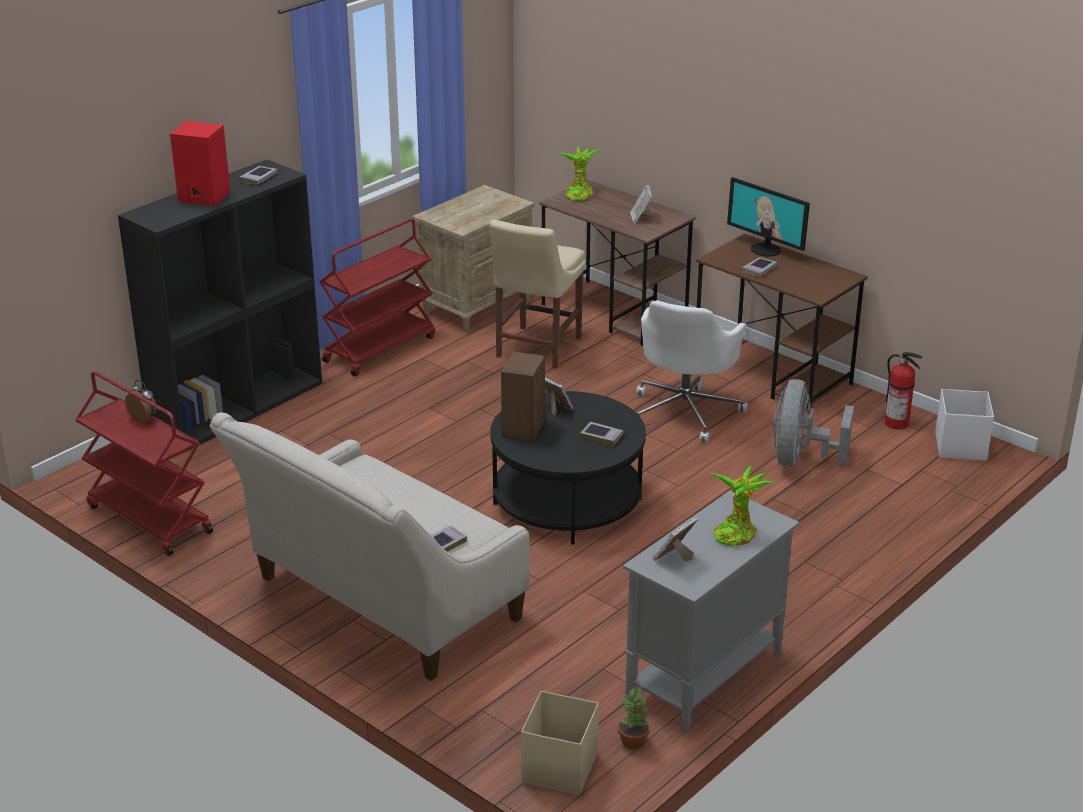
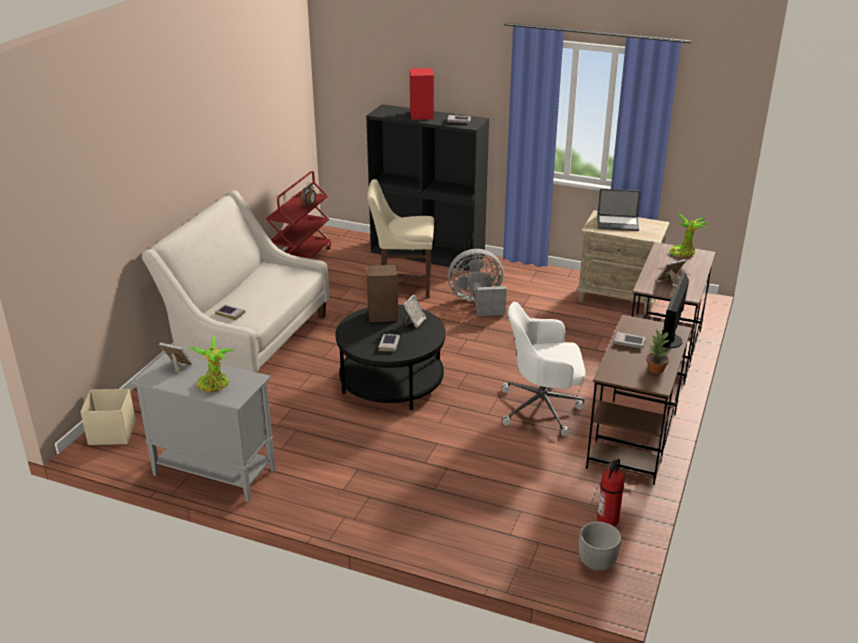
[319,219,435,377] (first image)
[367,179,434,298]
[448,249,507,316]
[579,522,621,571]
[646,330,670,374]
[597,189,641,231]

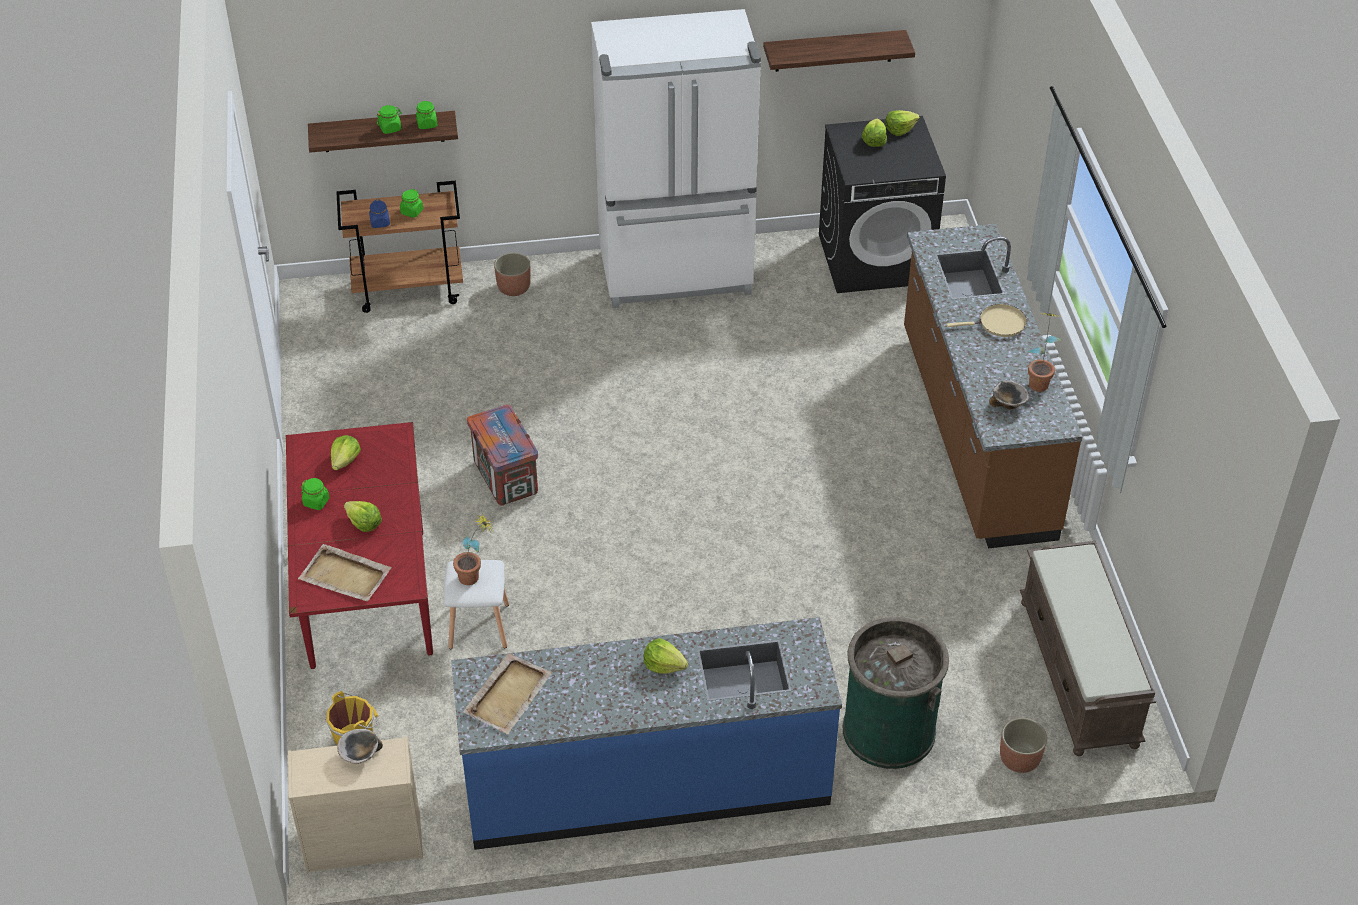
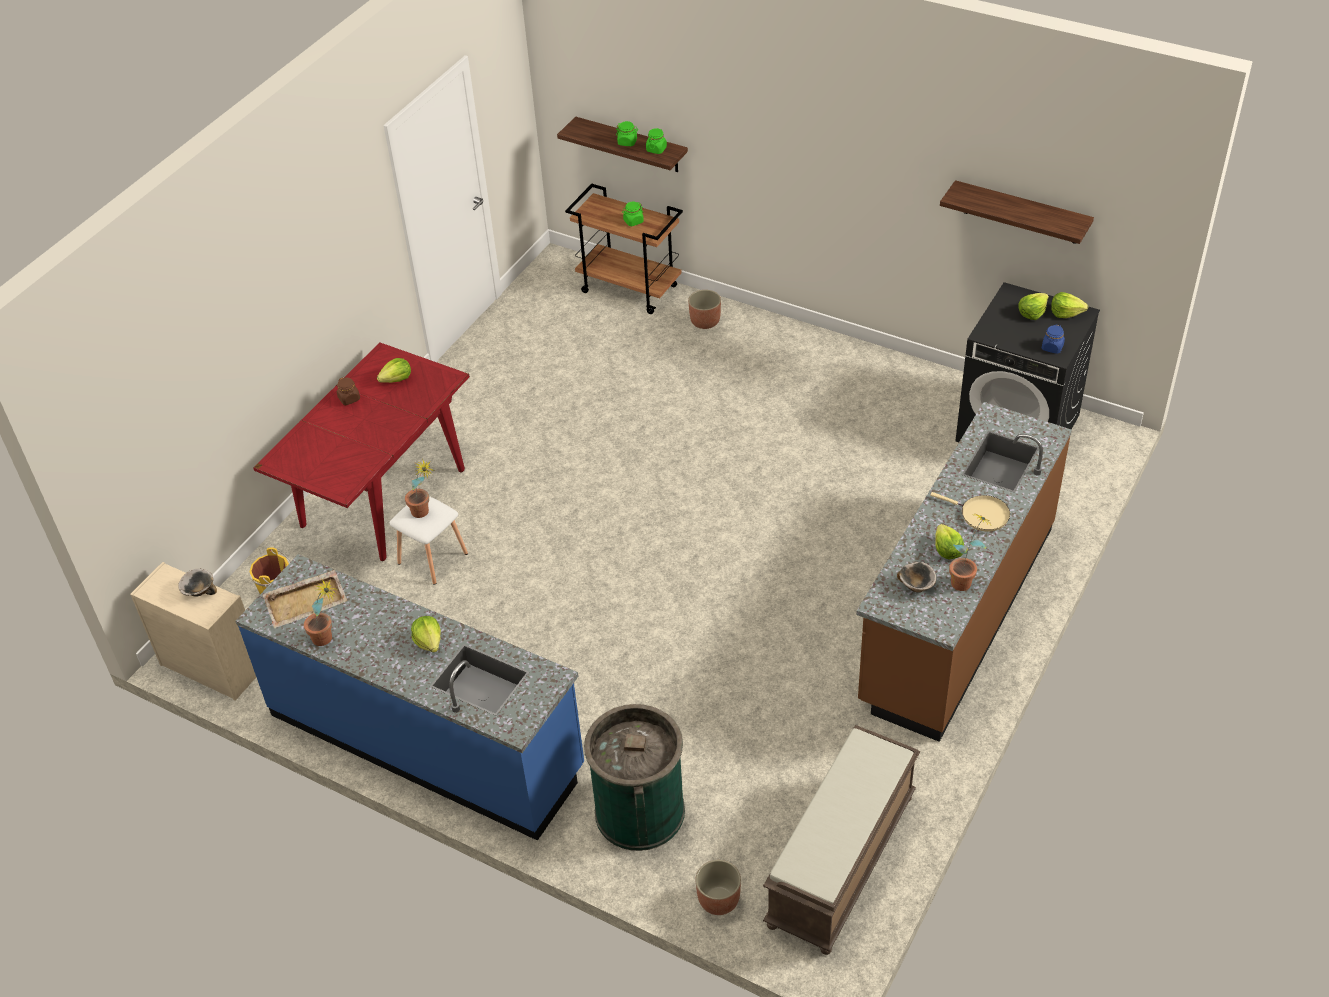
[591,9,761,308] (first image)
[1042,324,1065,354]
[467,404,538,506] (first image)
[337,377,360,405]
[935,524,964,559]
[298,544,392,602] (first image)
[304,578,338,646]

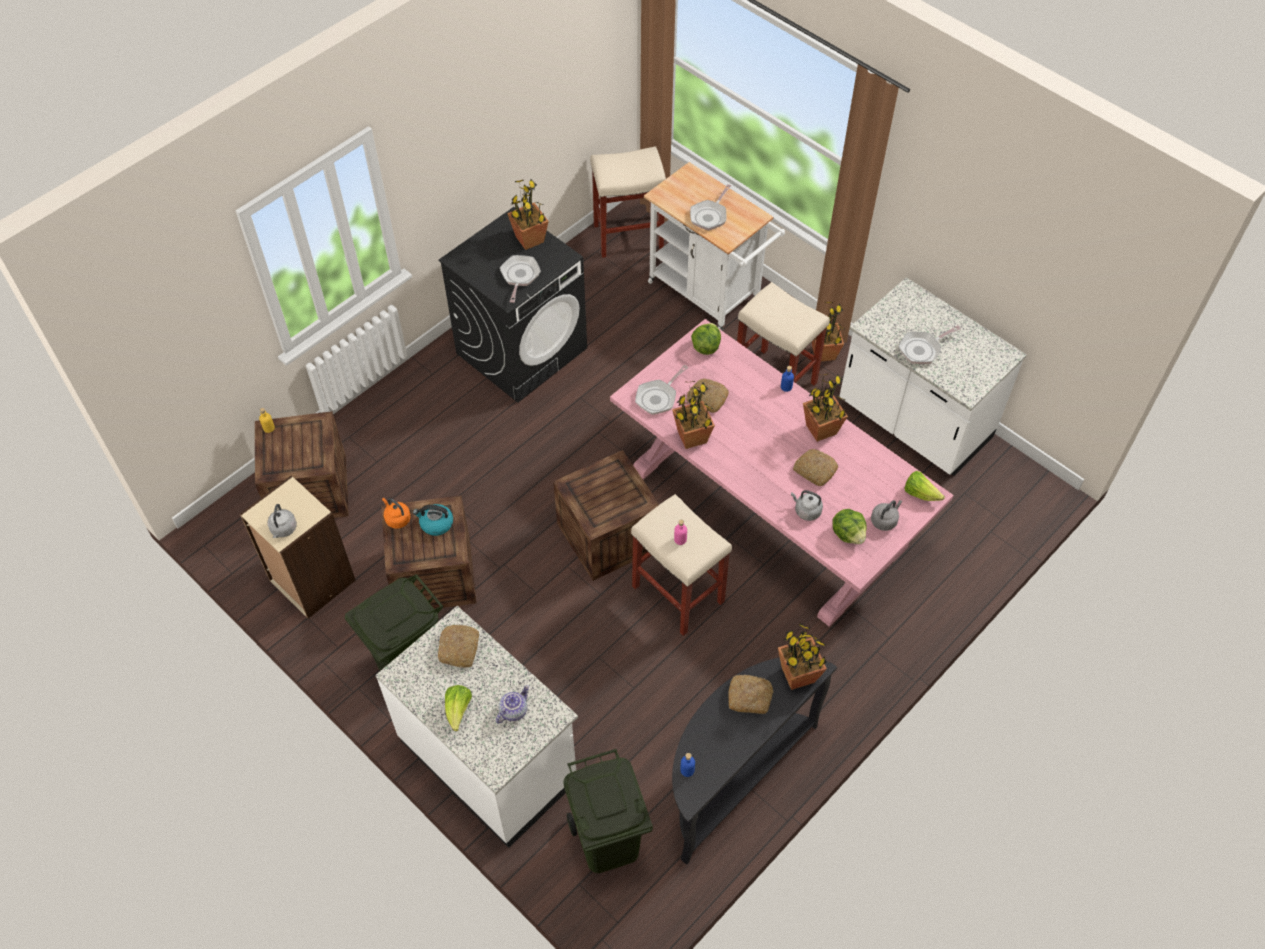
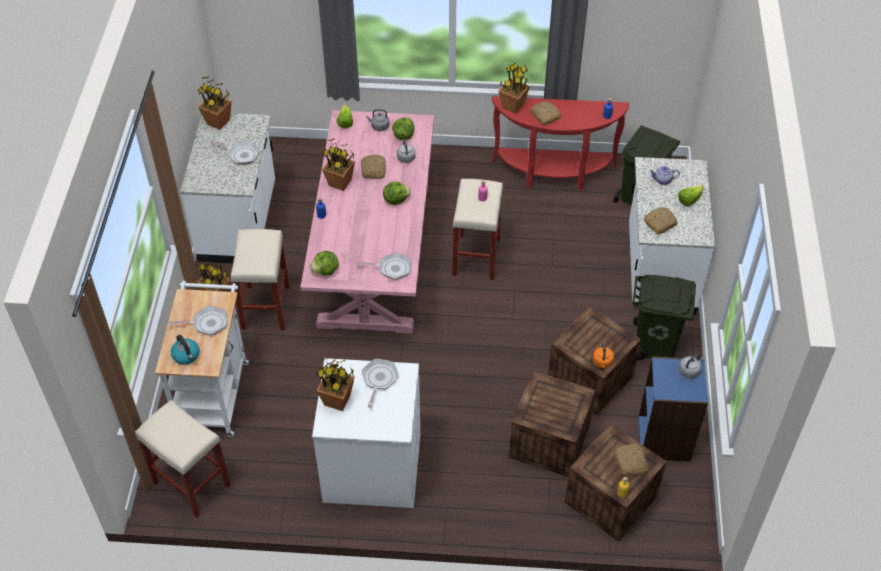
[312,358,420,508]
[362,359,399,408]
[615,444,648,475]
[198,76,232,130]
[509,371,596,477]
[639,356,708,462]
[171,335,200,365]
[492,96,629,190]
[383,181,411,205]

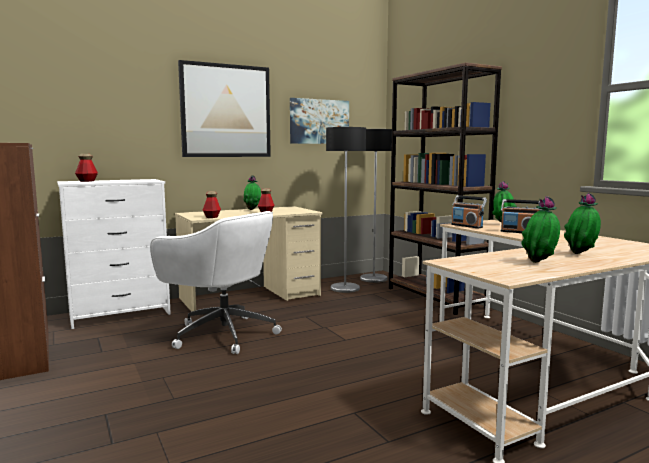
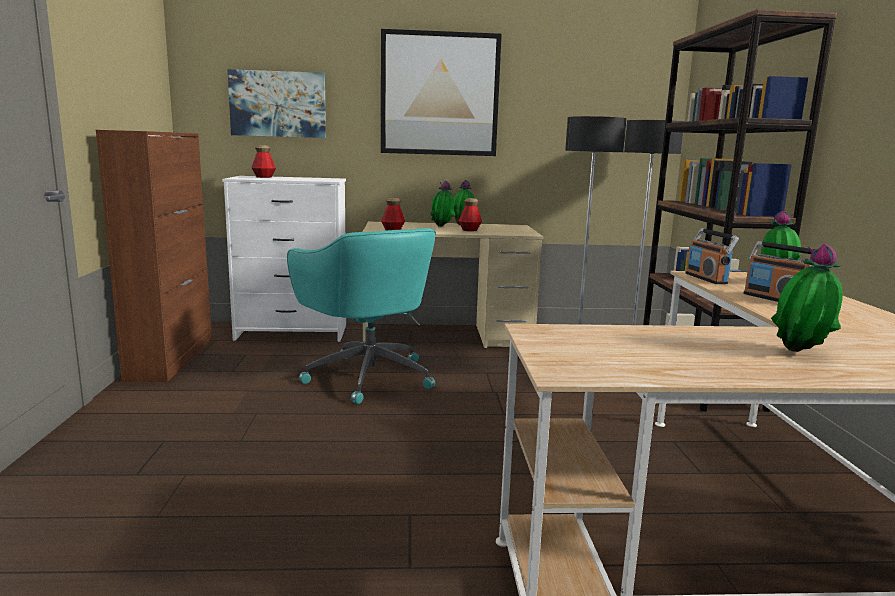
[227,69,326,138]
[430,180,455,227]
[287,228,436,404]

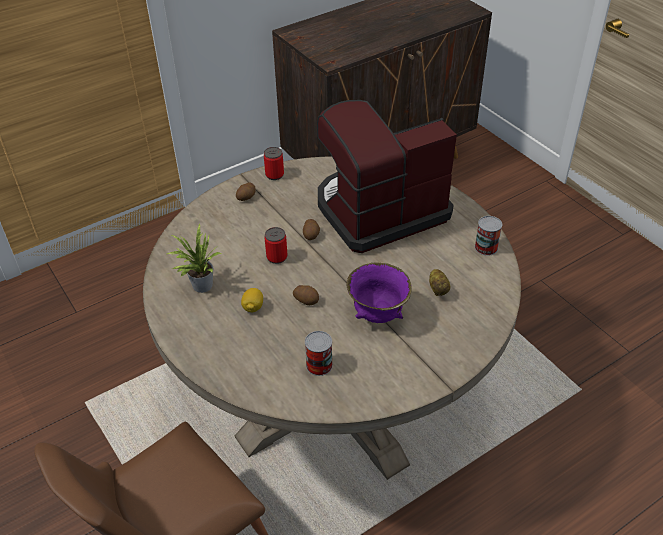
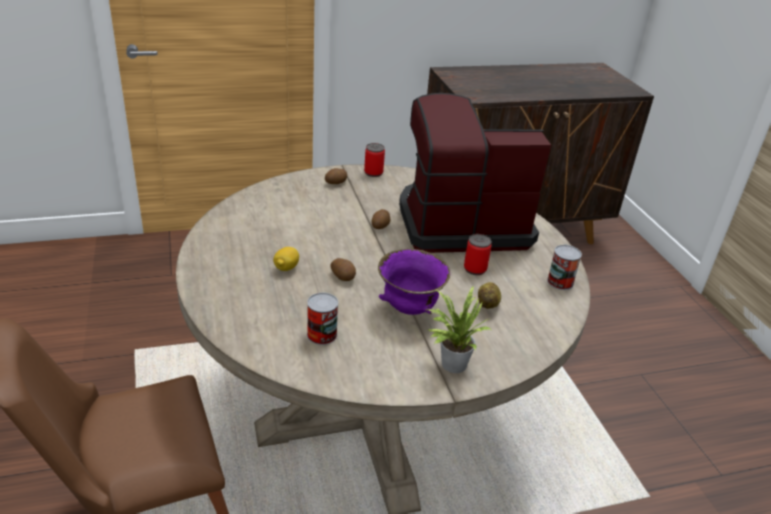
[426,285,491,373]
[464,234,492,275]

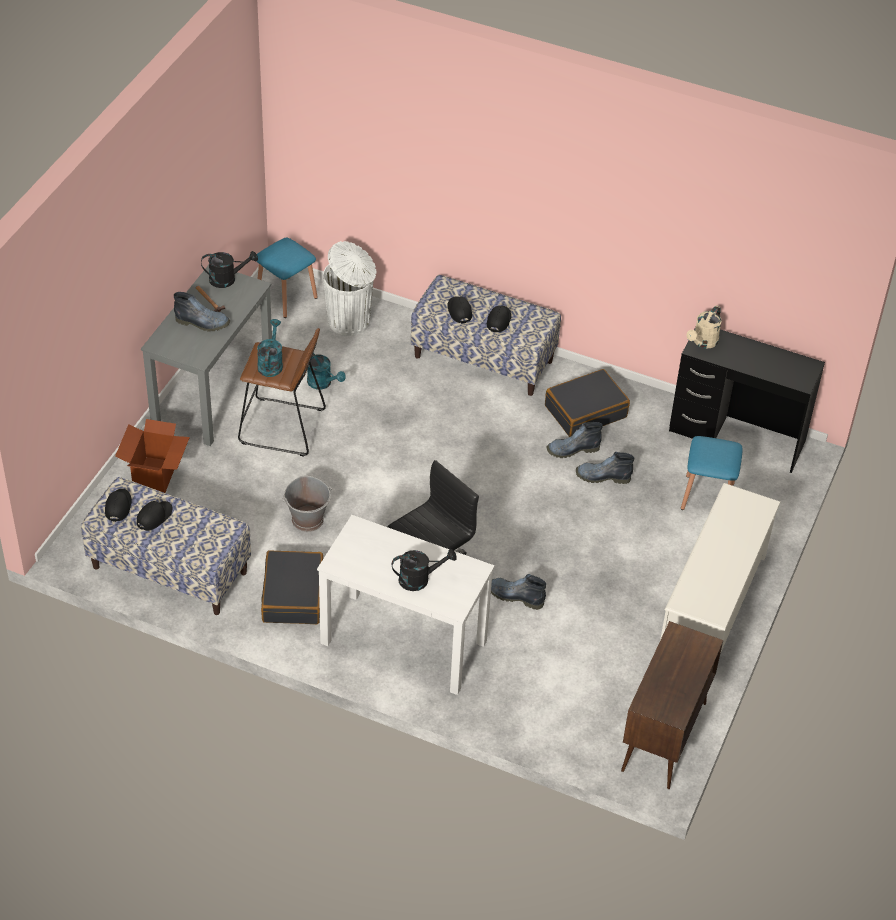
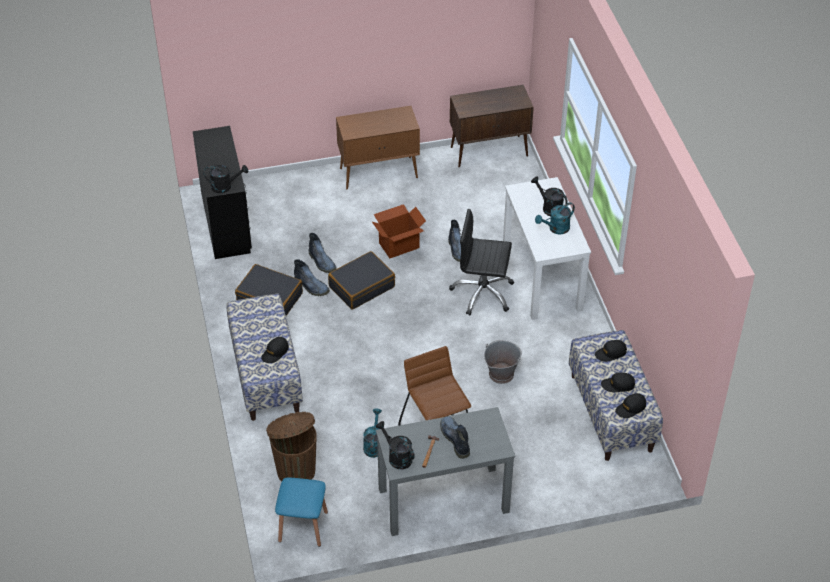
[266,412,317,482]
[595,340,627,362]
[204,165,248,193]
[535,203,575,235]
[372,204,426,258]
[681,436,743,510] (first image)
[336,106,420,189]
[328,251,395,309]

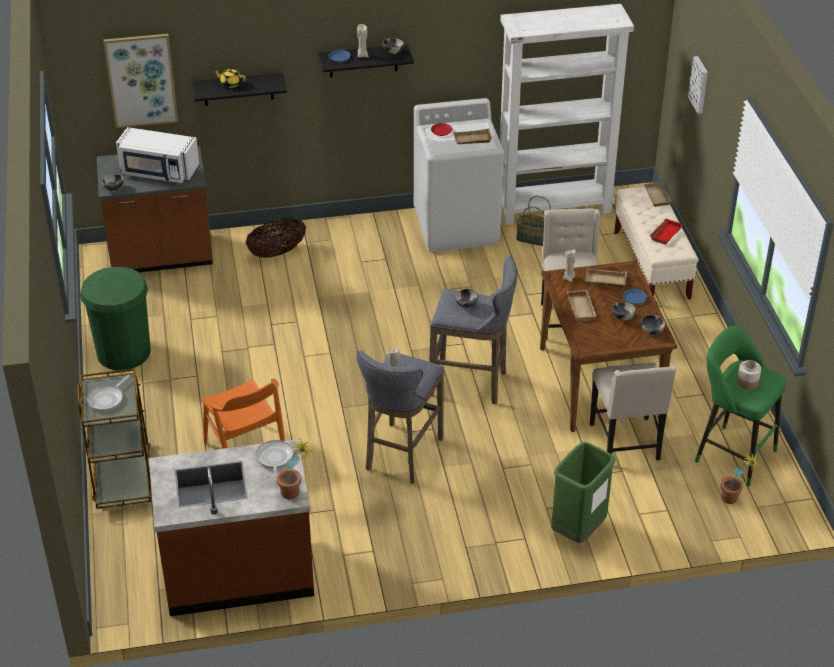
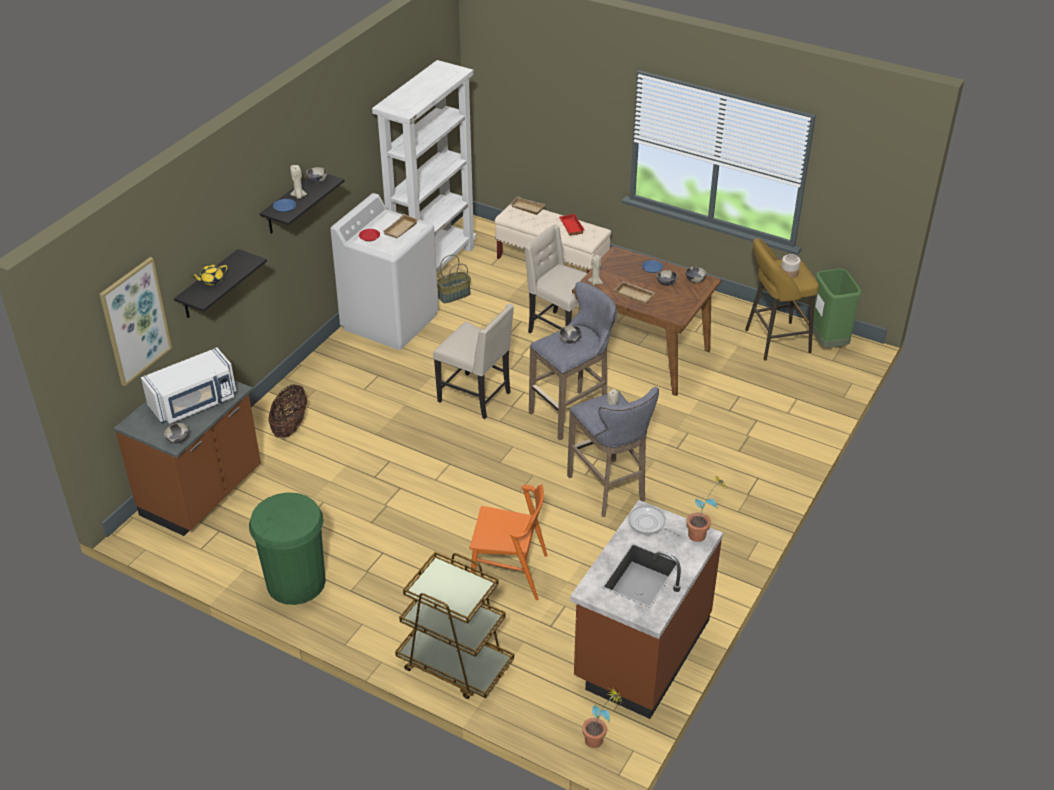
[688,56,708,114] (first image)
[585,268,627,287] (first image)
[745,238,819,360]
[433,304,514,419]
[87,375,130,412] (first image)
[813,268,861,348]
[582,688,624,748]

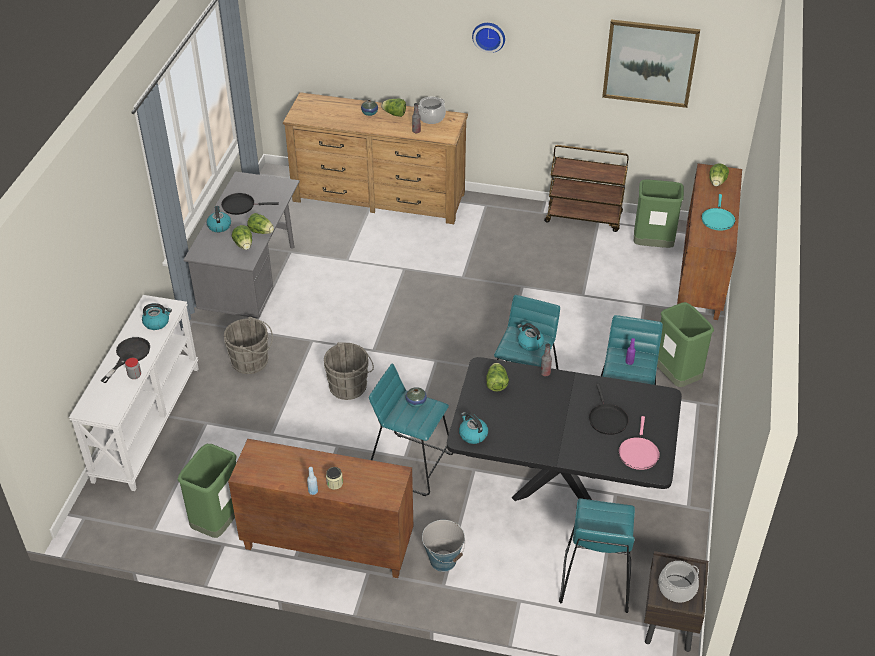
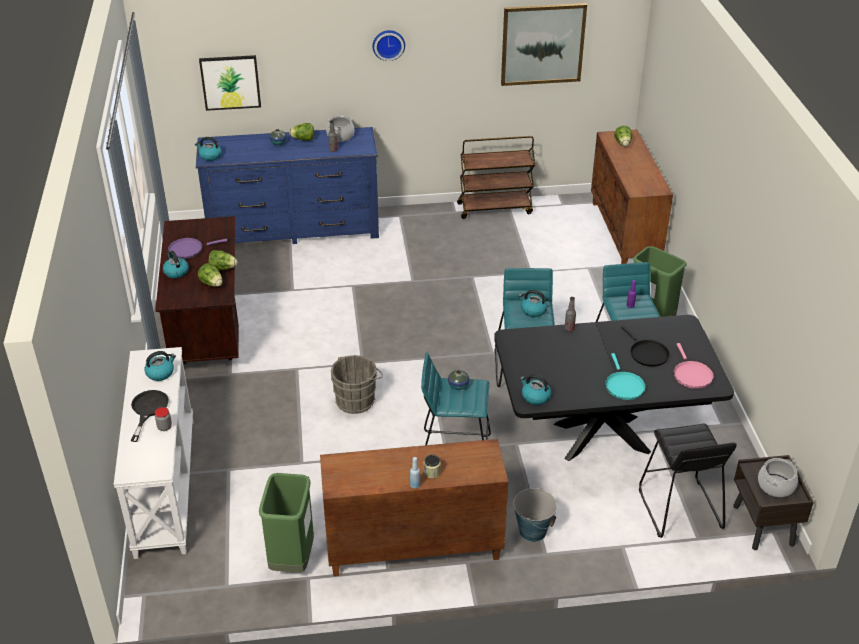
[196,127,379,244]
[155,216,239,364]
[634,180,684,248] (first image)
[168,238,227,259]
[605,353,646,400]
[224,317,273,374] (first image)
[486,363,509,391] (first image)
[639,424,737,538]
[199,55,261,111]
[195,137,222,161]

